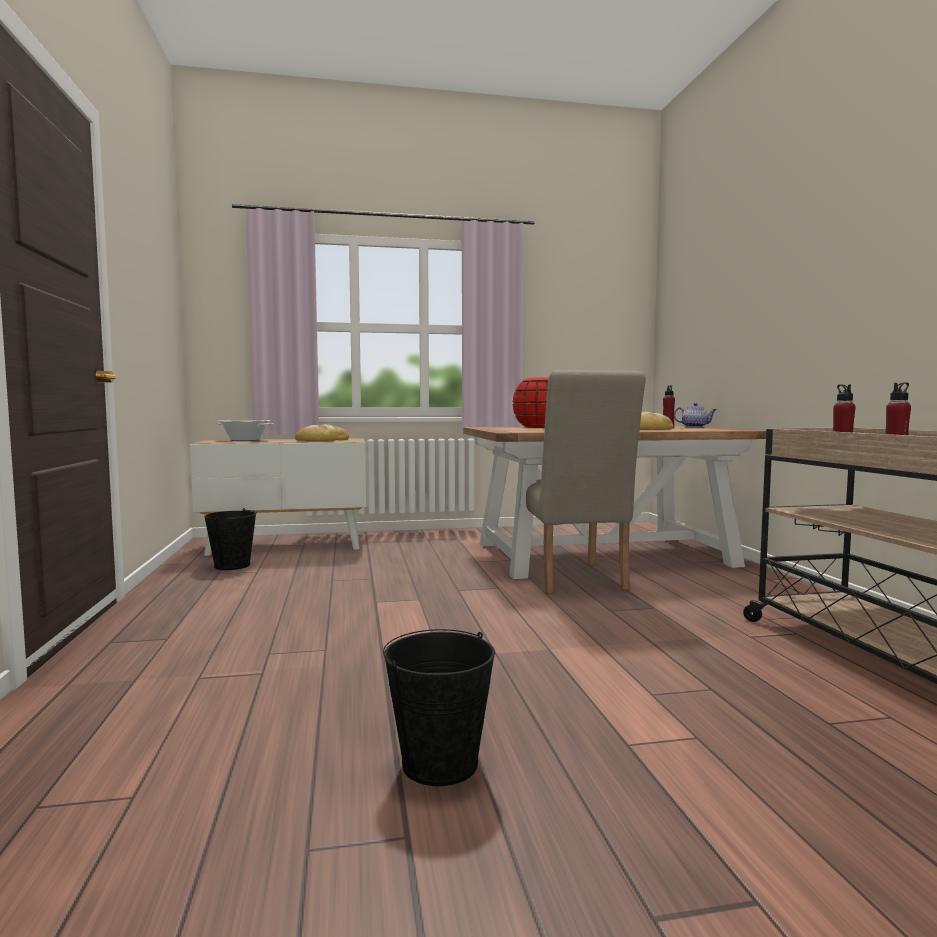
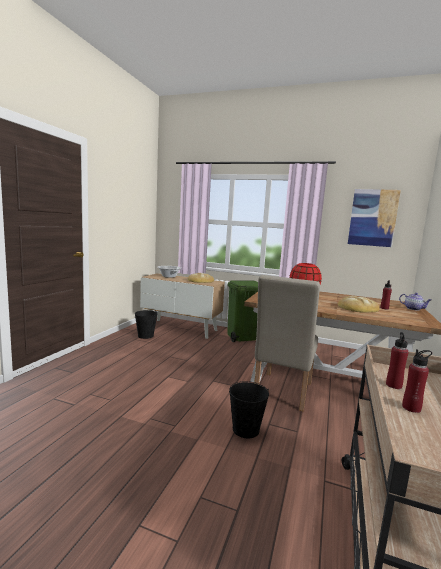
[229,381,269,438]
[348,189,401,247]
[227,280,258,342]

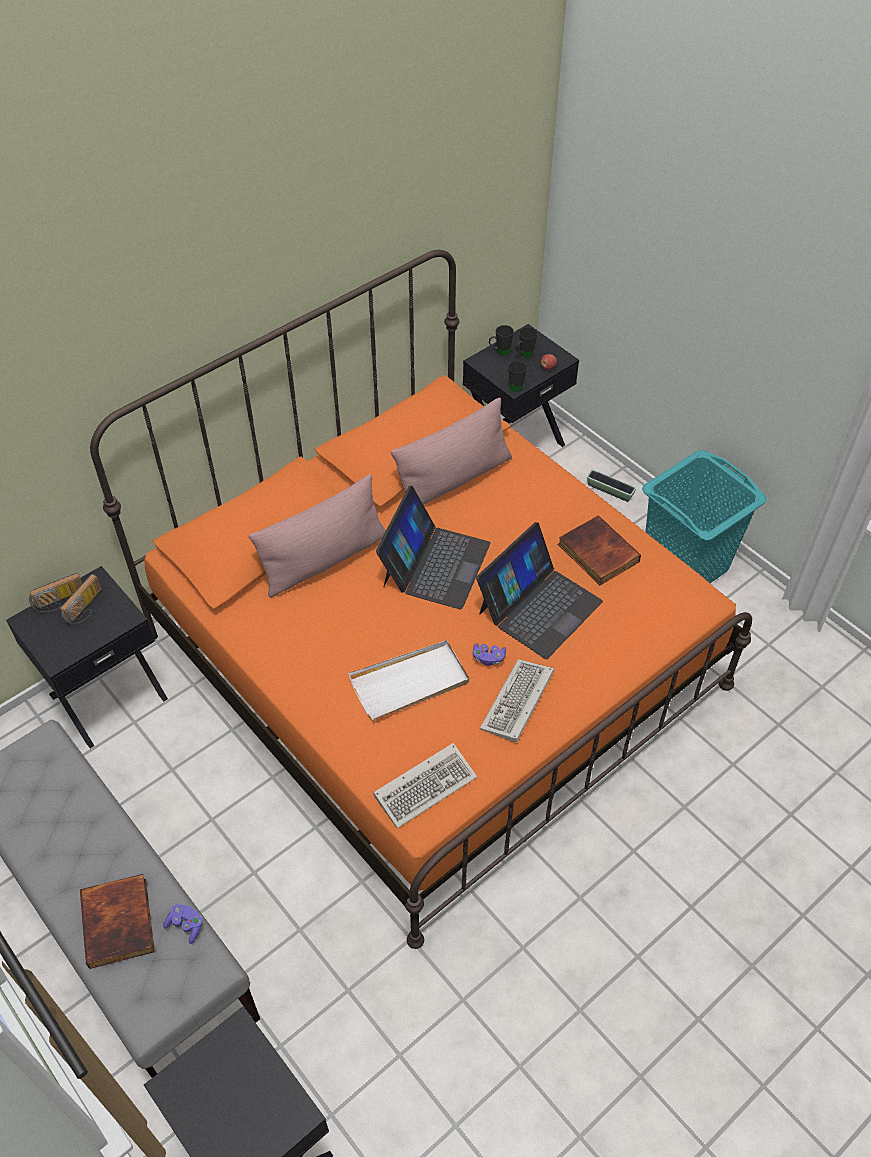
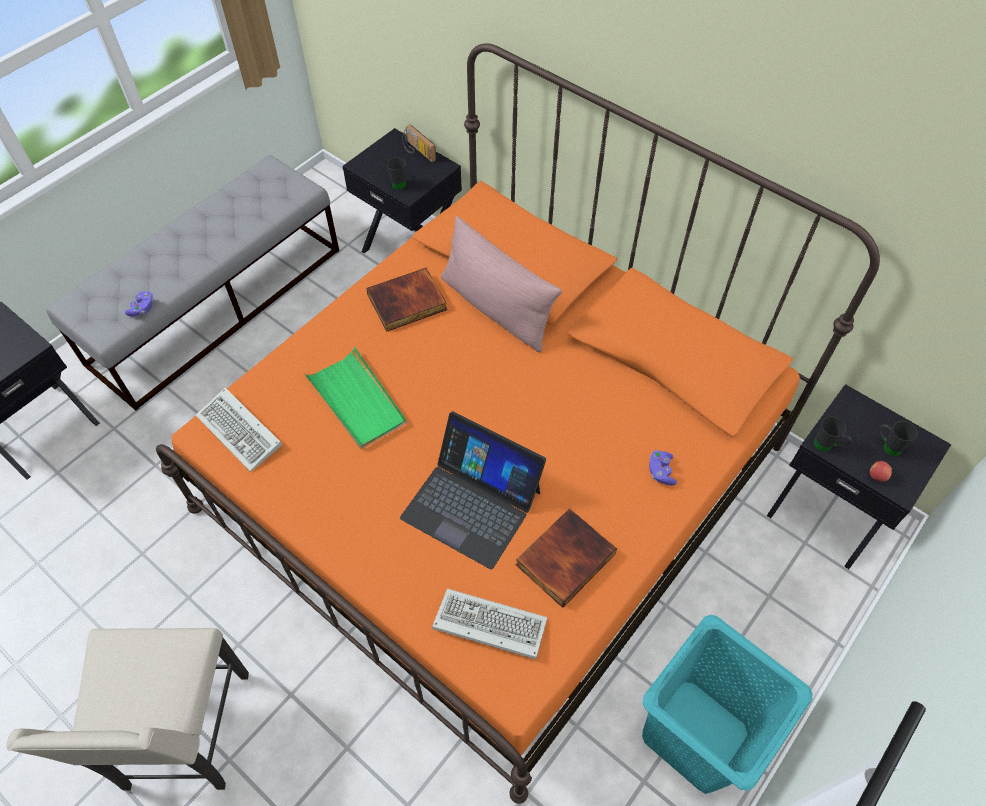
[387,157,406,190]
[391,397,512,505] (first image)
[587,470,636,502] (first image)
[376,486,491,610] (first image)
[60,574,101,625] (first image)
[304,347,407,449]
[649,450,677,485]
[432,589,548,659]
[366,268,447,332]
[6,628,249,791]

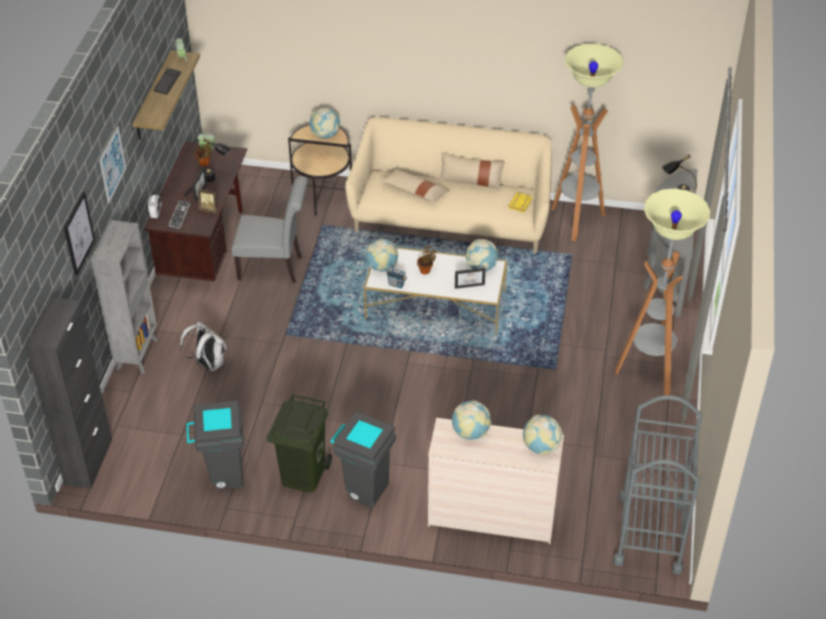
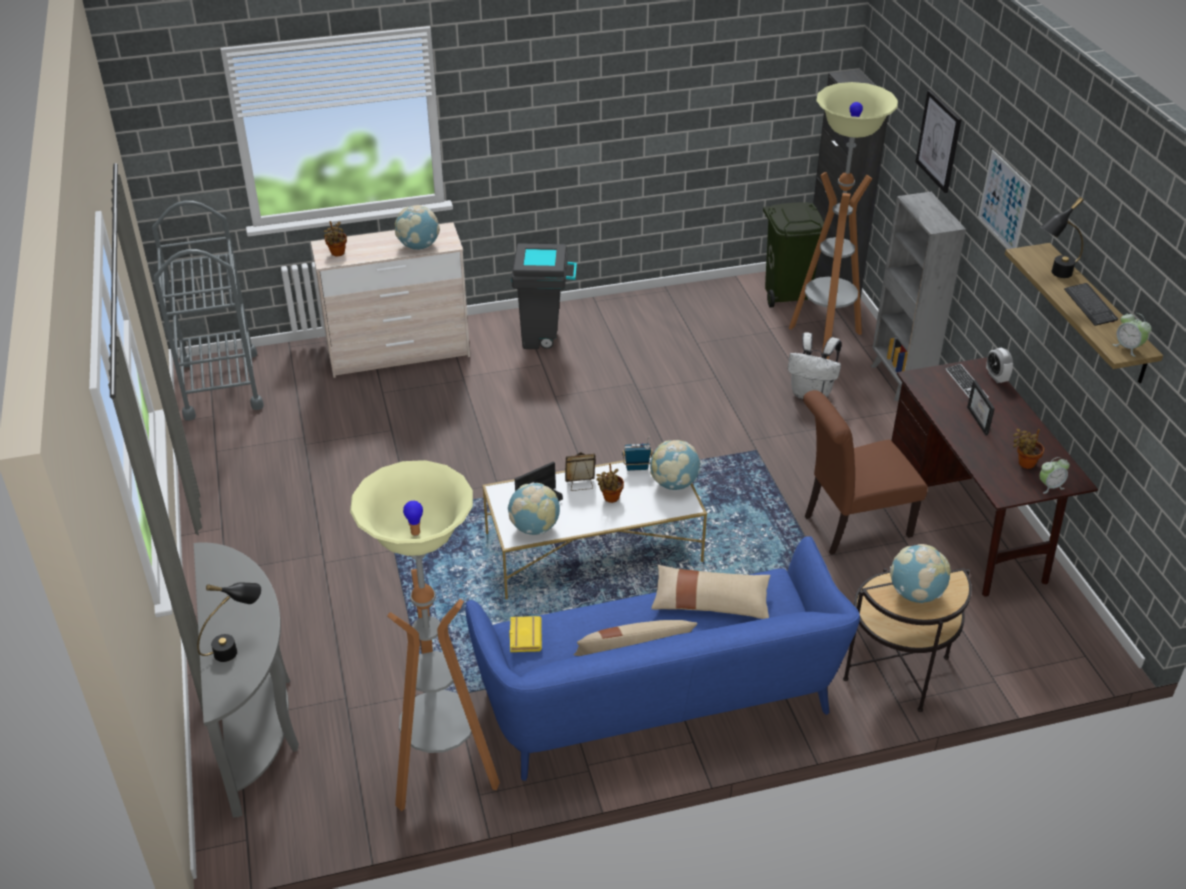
[465,536,860,781]
[1040,197,1084,278]
[803,390,928,555]
[789,82,898,359]
[565,452,595,491]
[763,202,824,308]
[186,401,244,489] (first image)
[323,221,347,256]

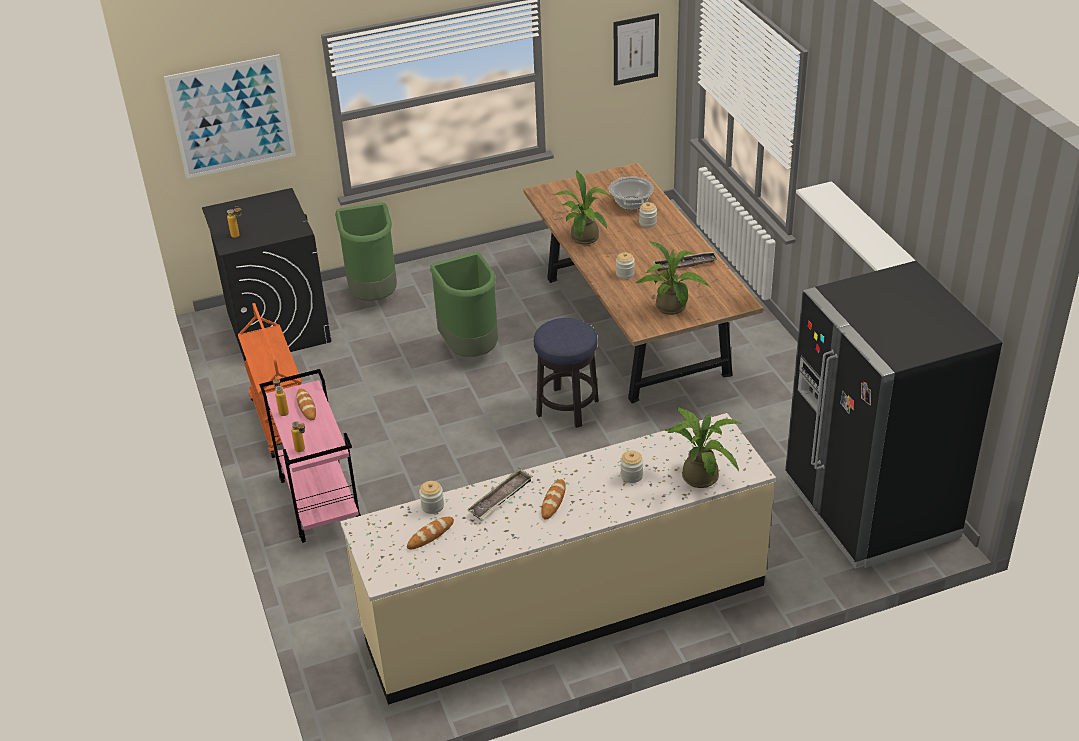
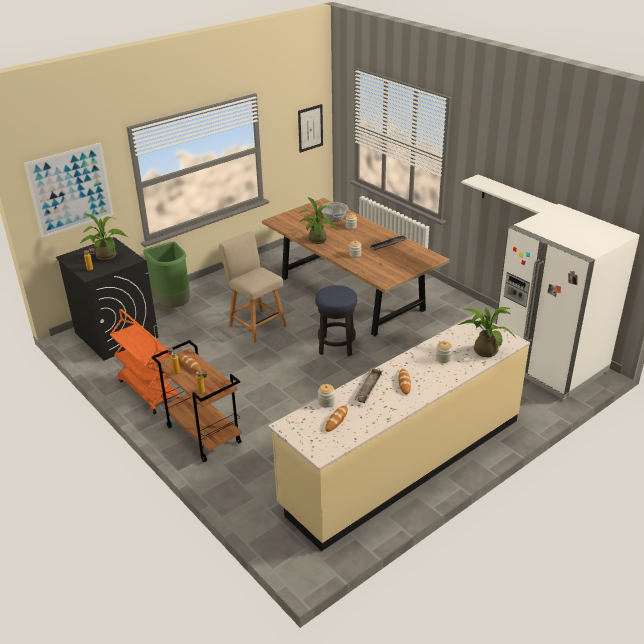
[80,213,129,261]
[219,231,287,343]
[496,204,640,400]
[151,340,242,462]

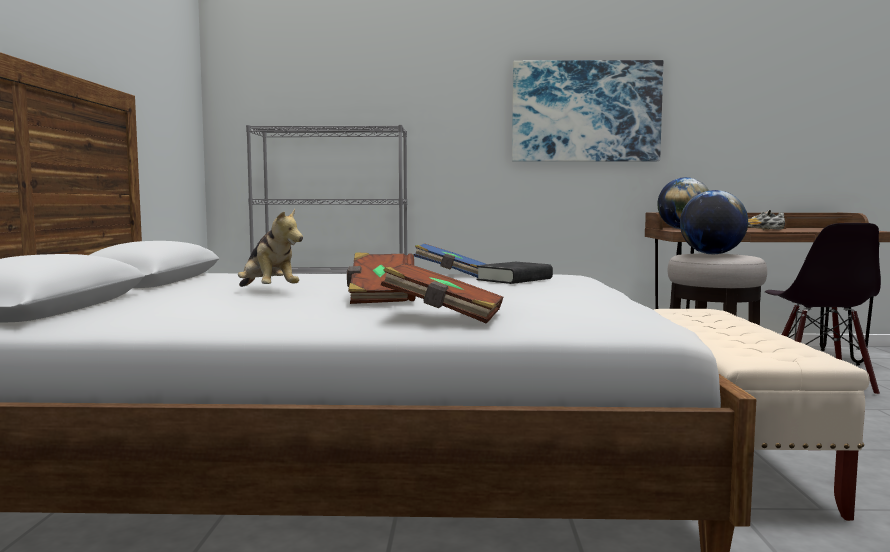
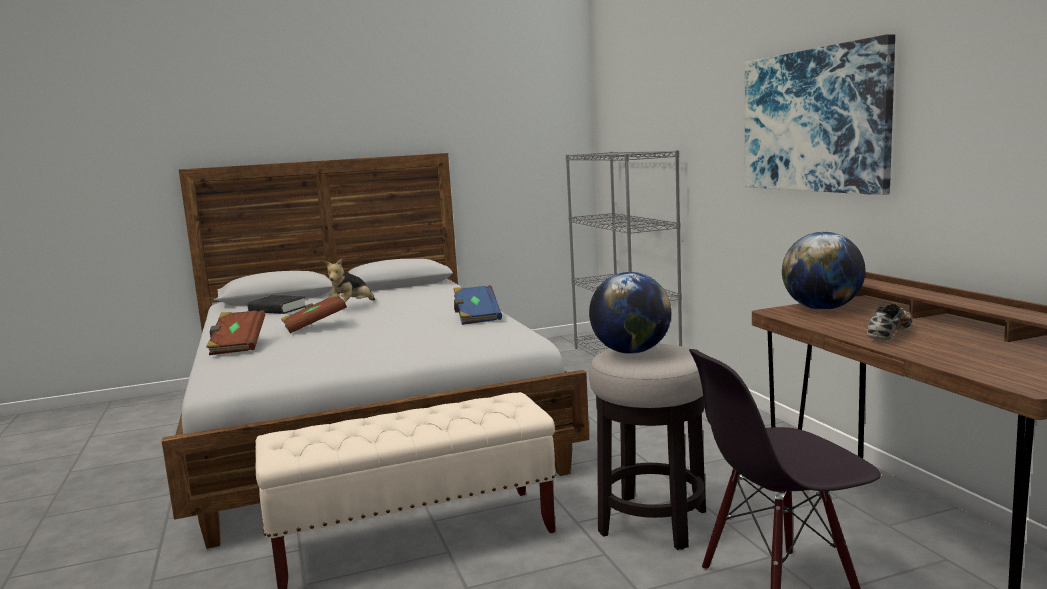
[248,295,305,314]

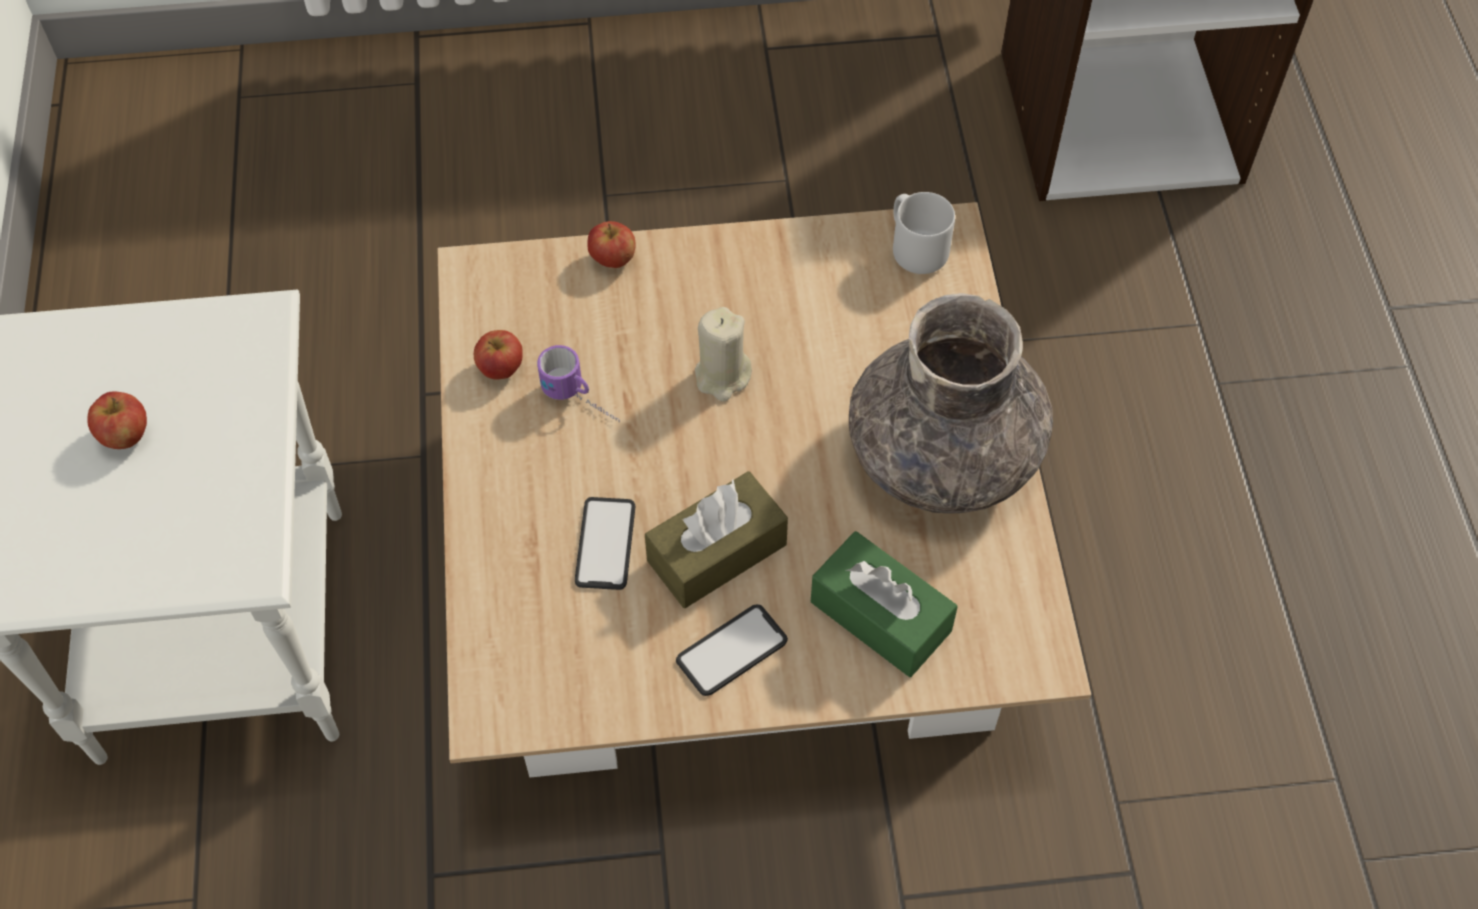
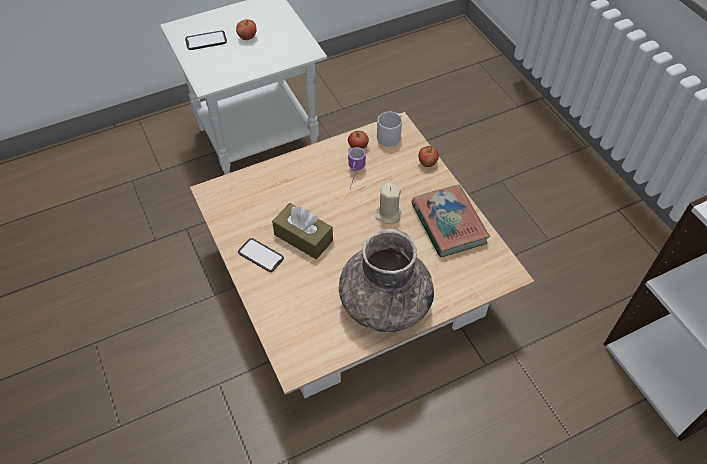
[377,111,402,147]
[185,31,227,50]
[811,531,958,677] (first image)
[411,185,490,258]

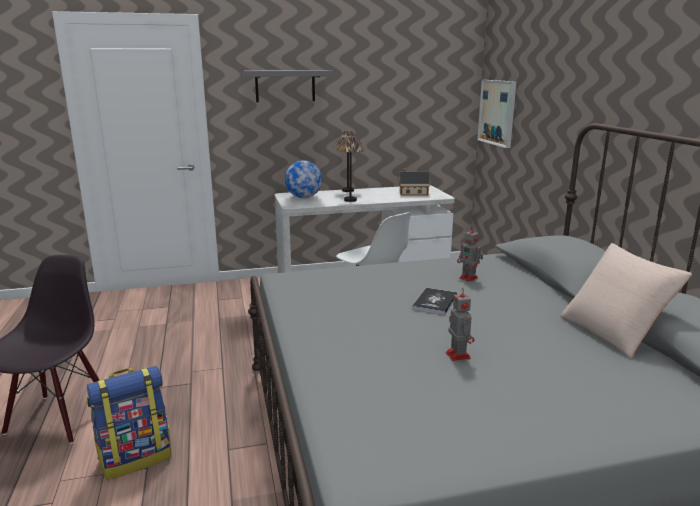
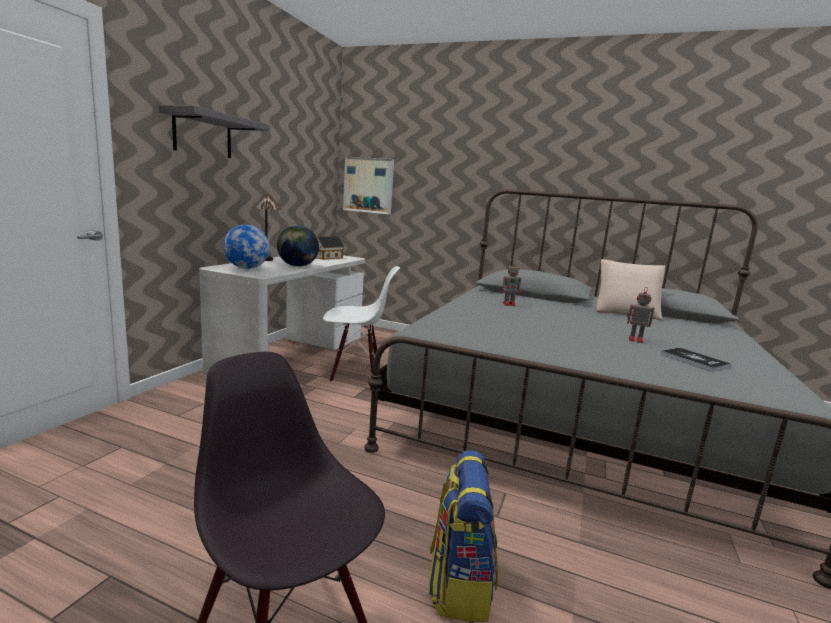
[277,226,319,267]
[661,348,731,372]

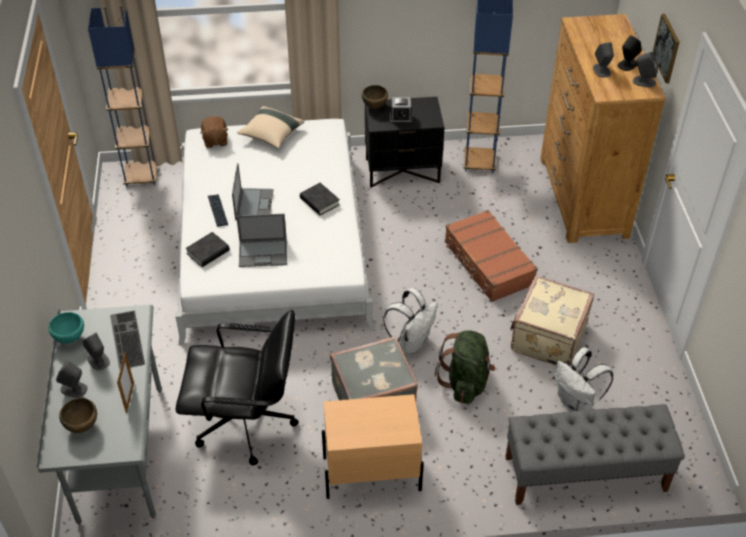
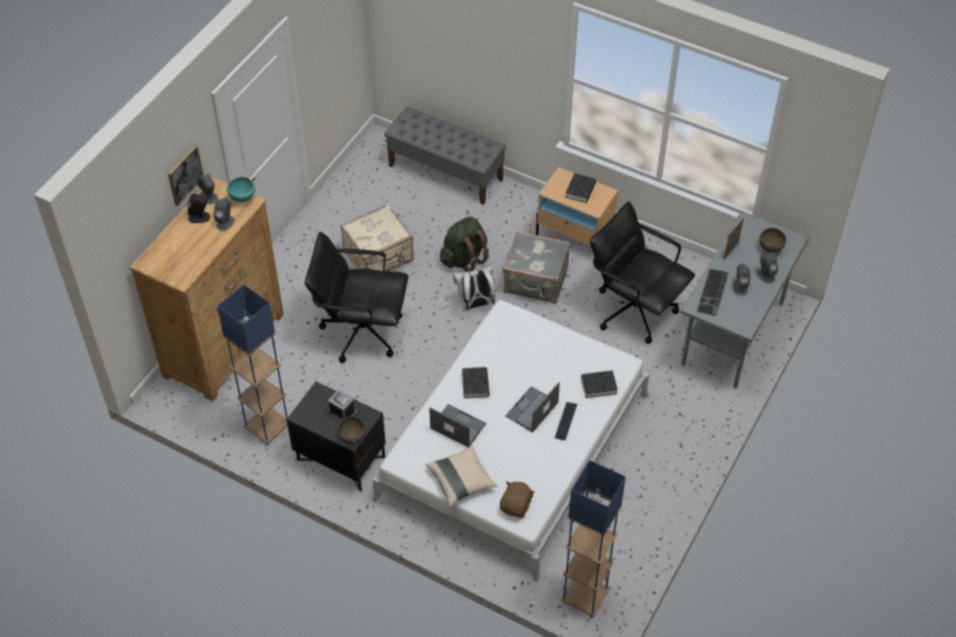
[305,232,408,363]
[429,404,486,448]
[227,177,255,203]
[554,347,613,411] (first image)
[565,173,596,203]

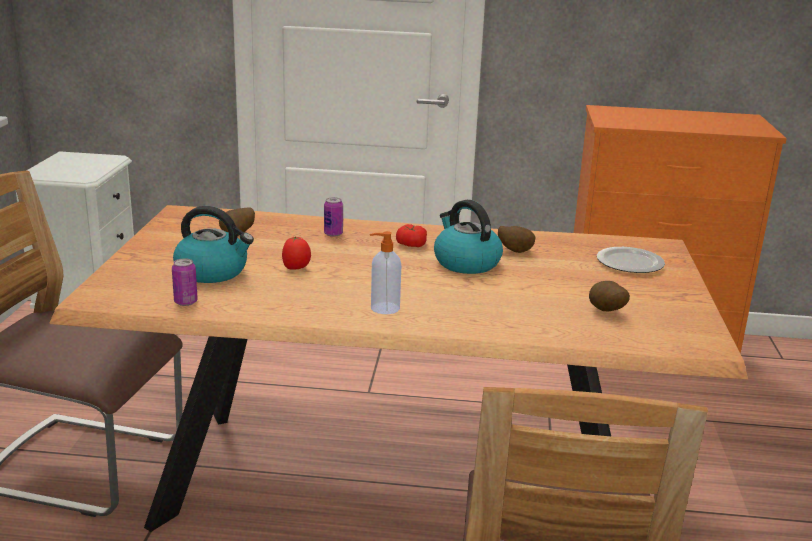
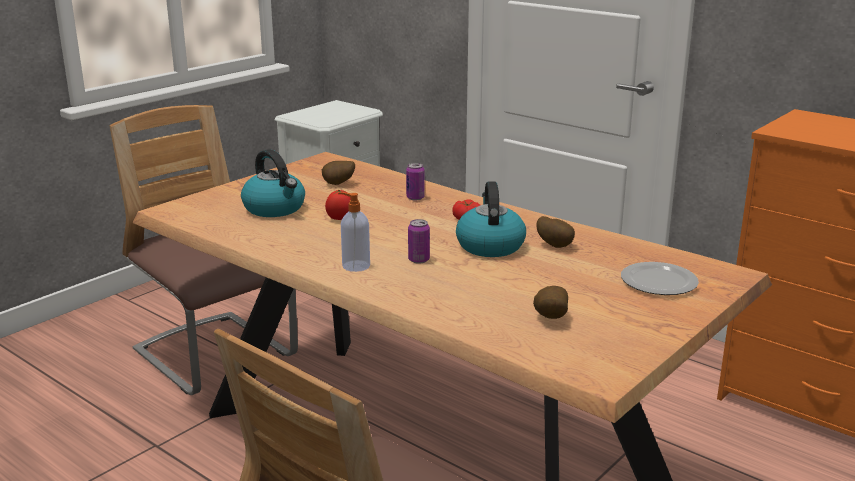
[408,219,430,264]

